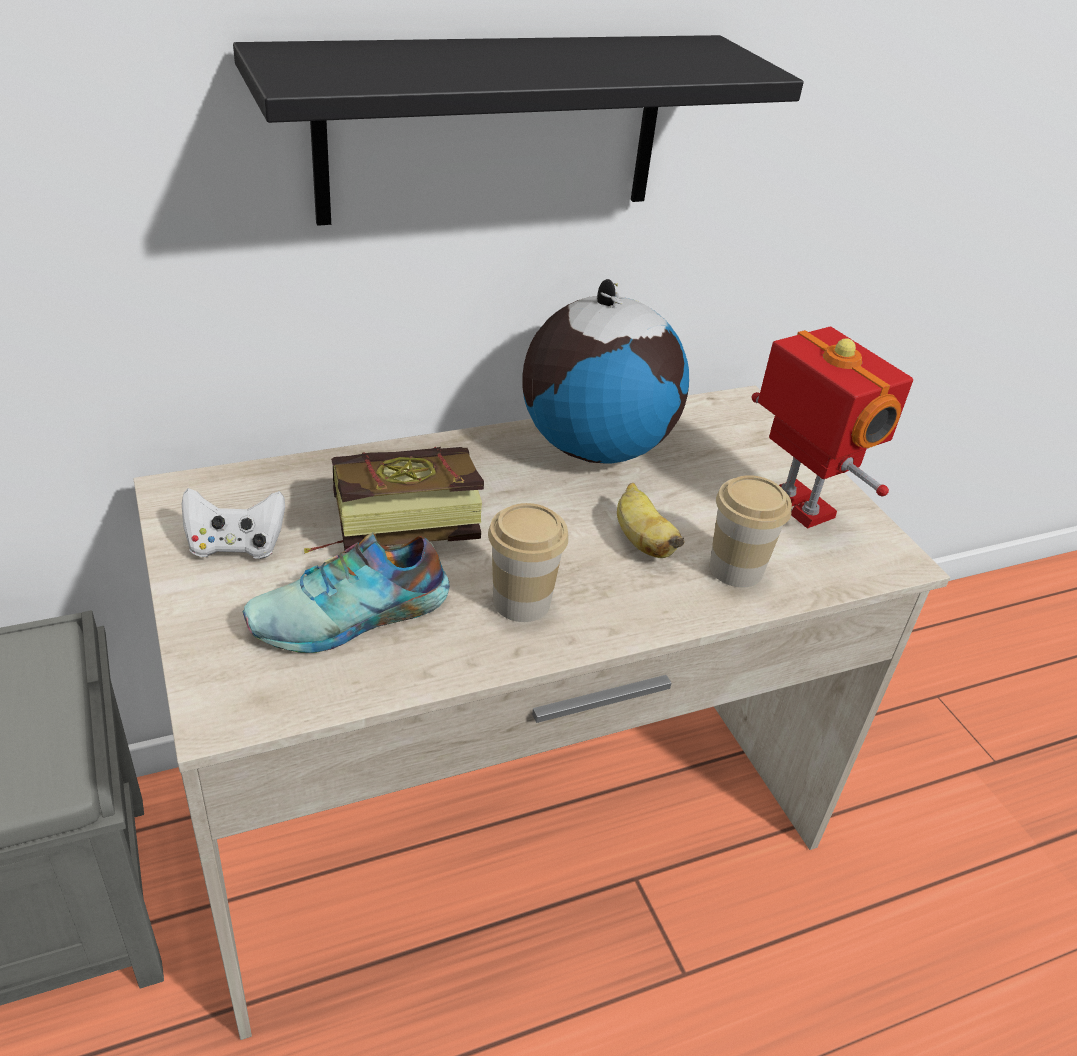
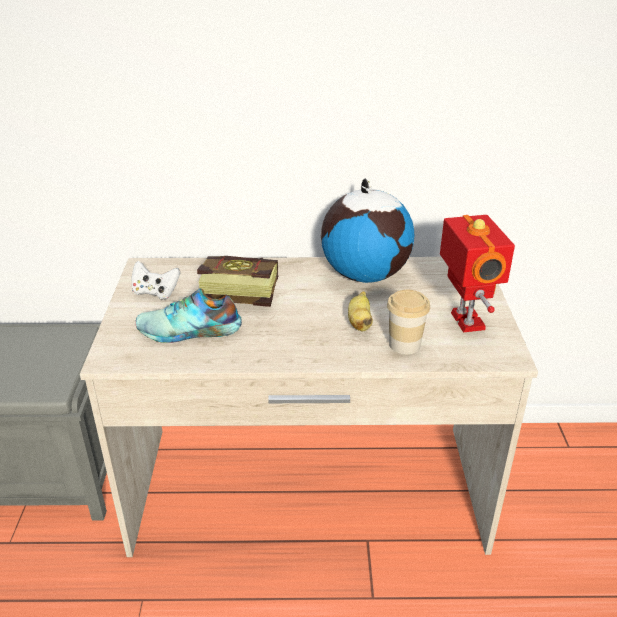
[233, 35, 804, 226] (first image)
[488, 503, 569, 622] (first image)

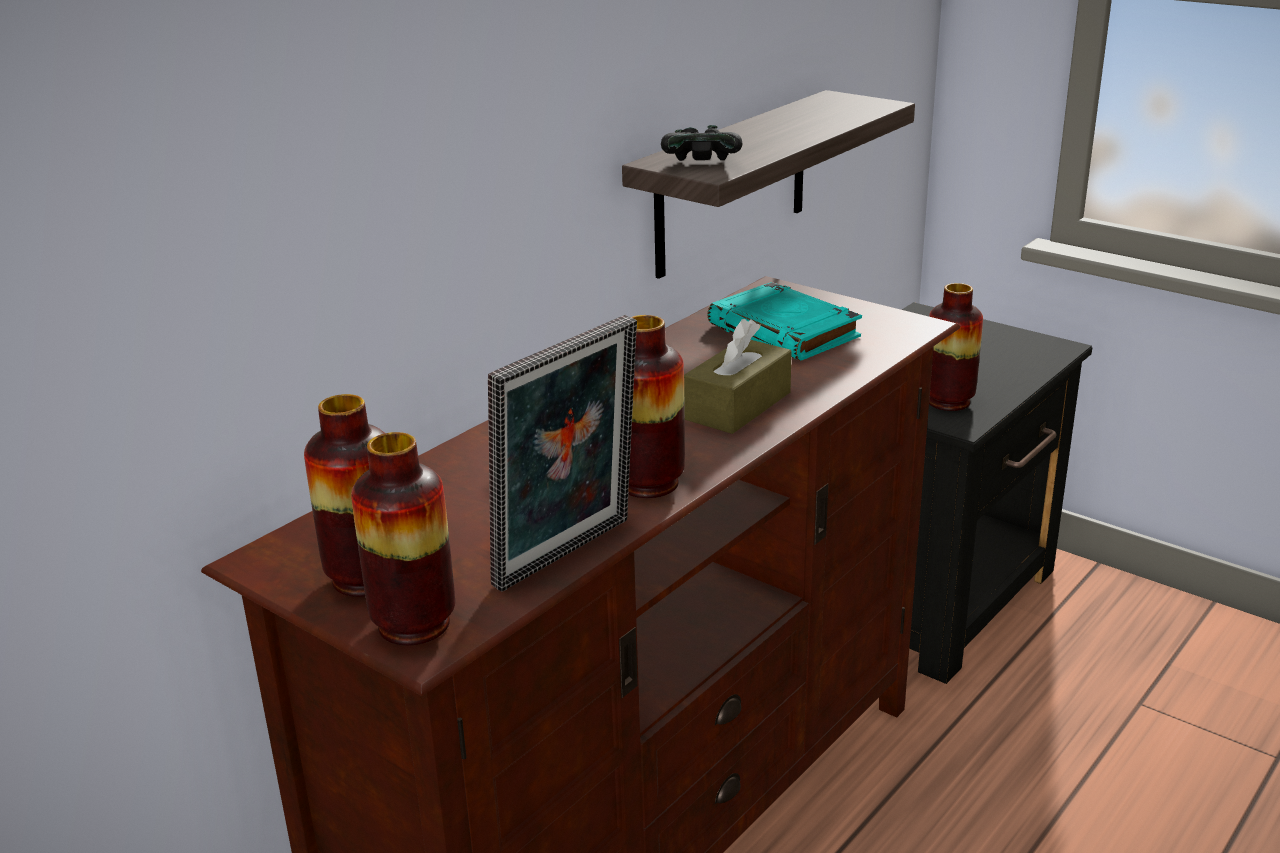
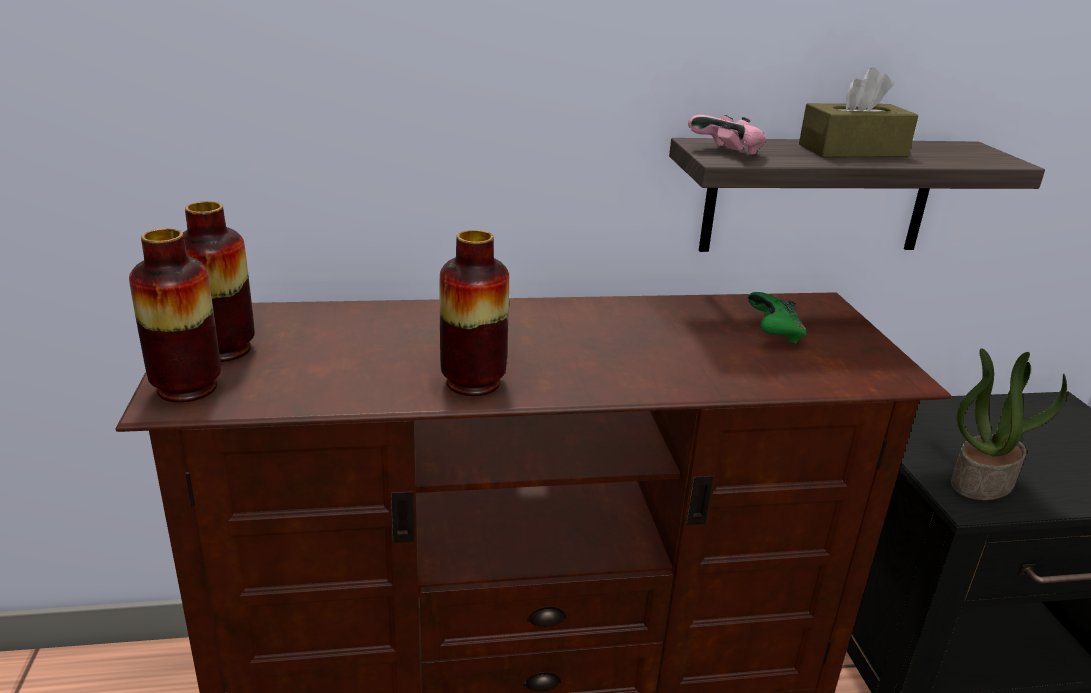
[688, 115, 766, 154]
[748, 292, 806, 344]
[951, 349, 1067, 500]
[488, 315, 637, 592] (first image)
[799, 67, 919, 158]

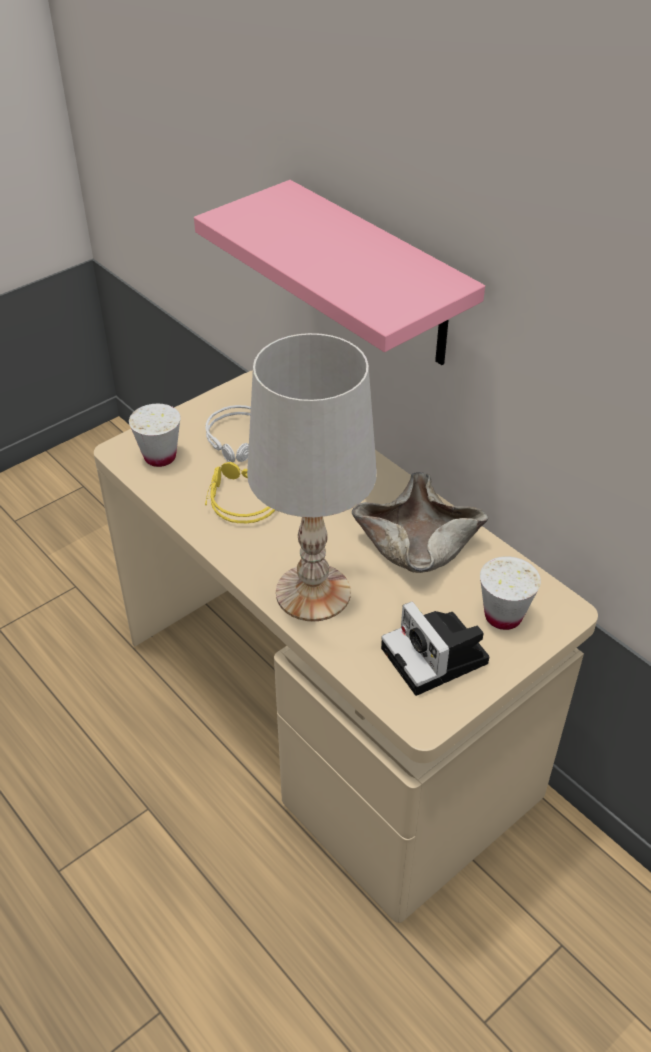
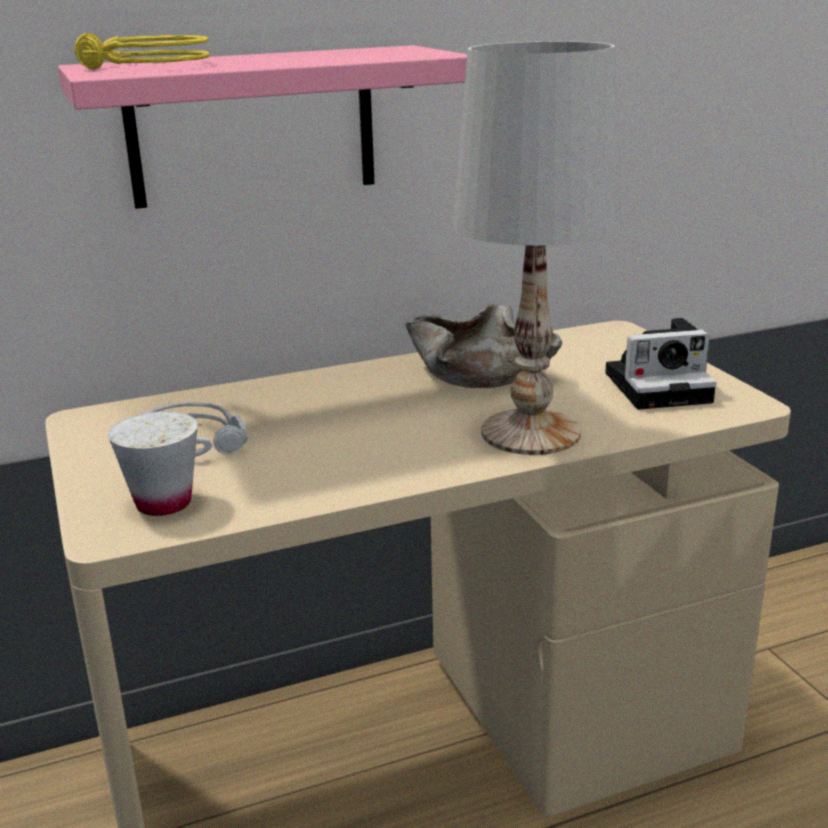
[74, 33, 210, 70]
[480, 556, 541, 630] (first image)

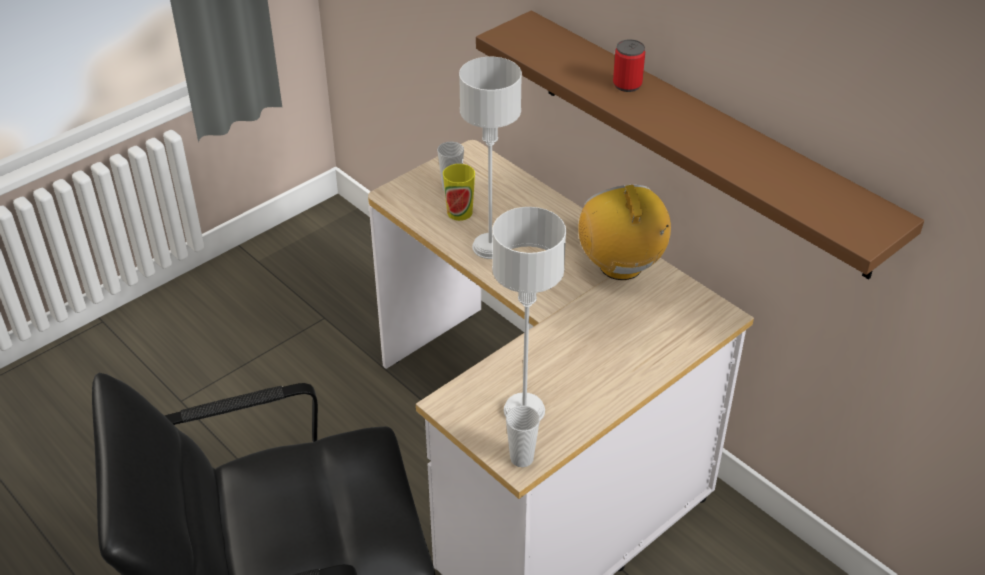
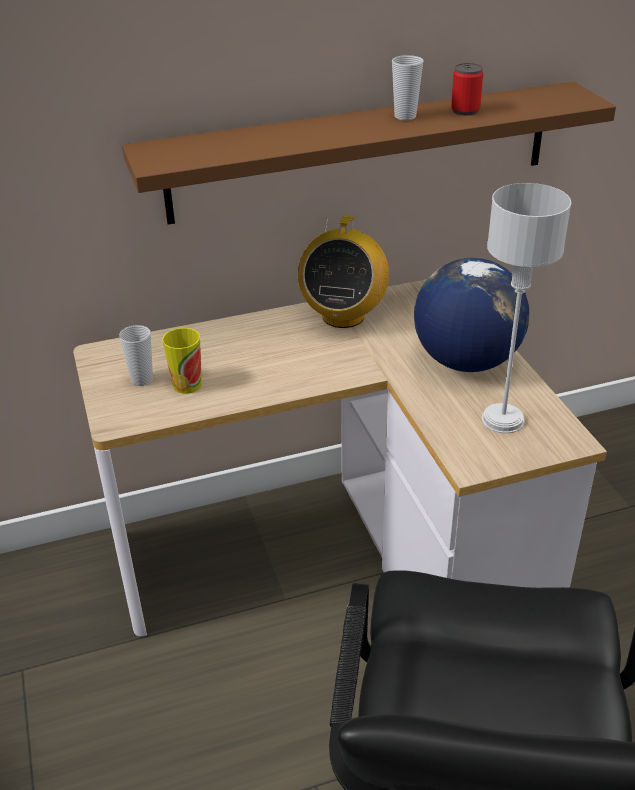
[451, 63, 483, 115]
[459, 57, 522, 259] (first image)
[298, 216, 389, 328]
[392, 55, 423, 120]
[414, 258, 529, 372]

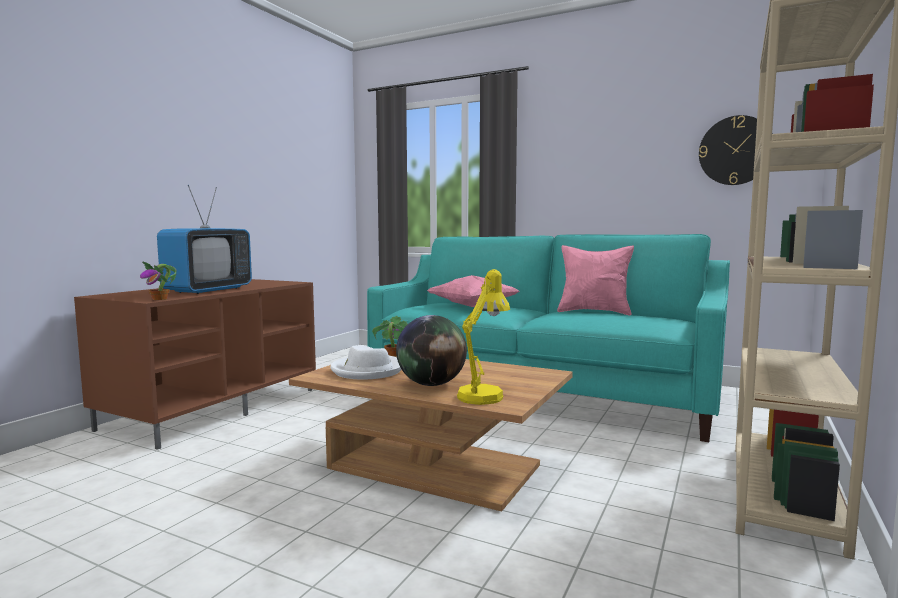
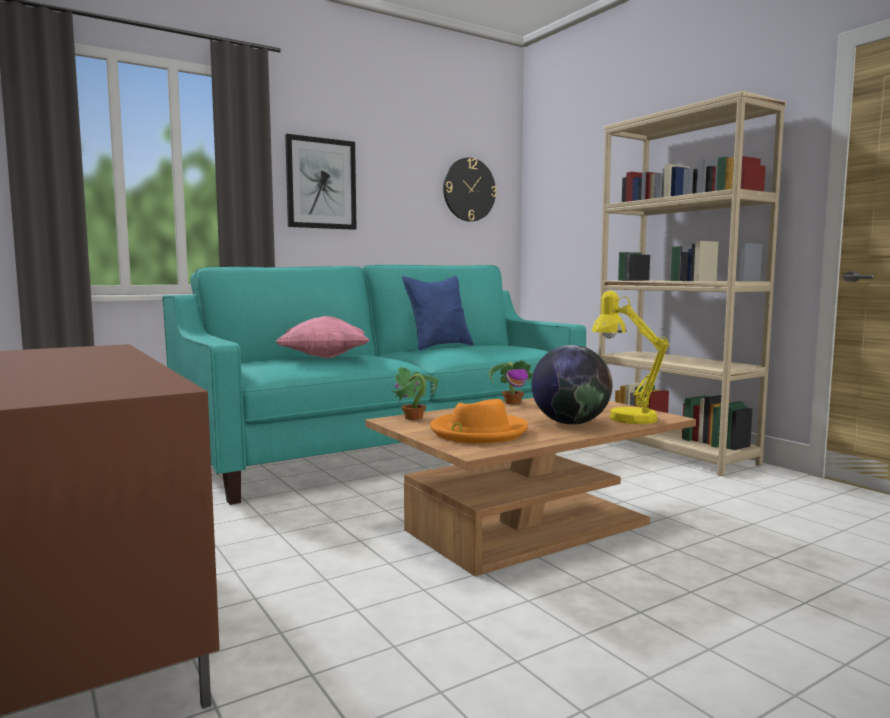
[157, 185, 252, 294] (first image)
[402, 276, 474, 351]
[489, 360, 533, 405]
[430, 399, 528, 444]
[285, 134, 357, 230]

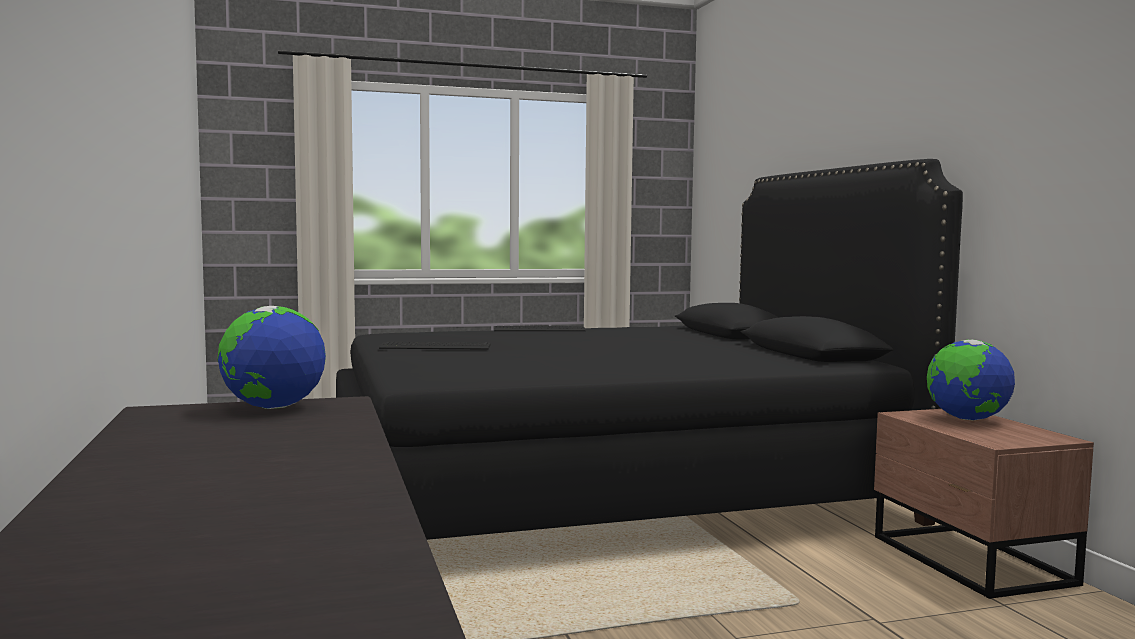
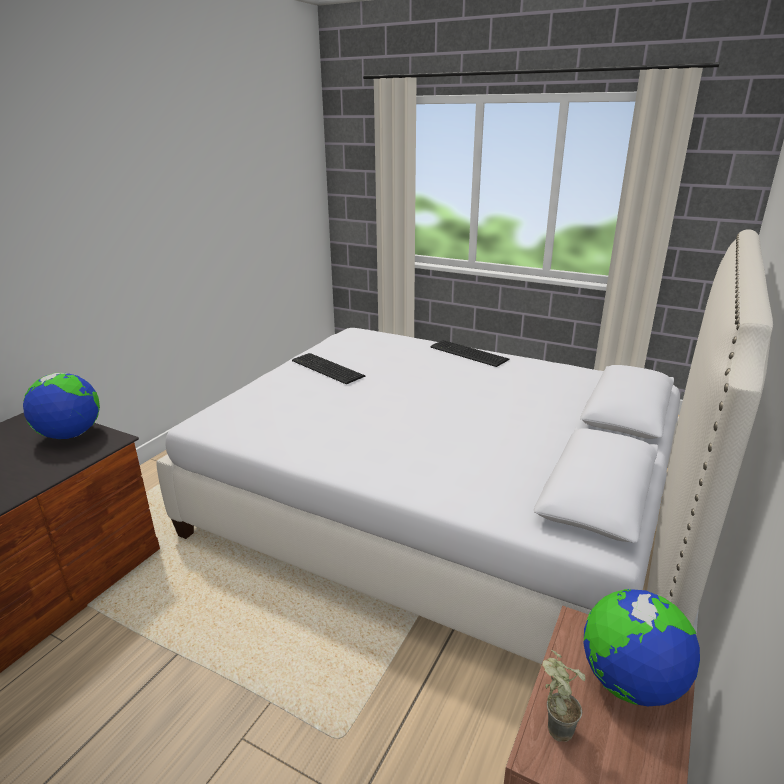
[156, 229, 773, 664]
[542, 649, 586, 742]

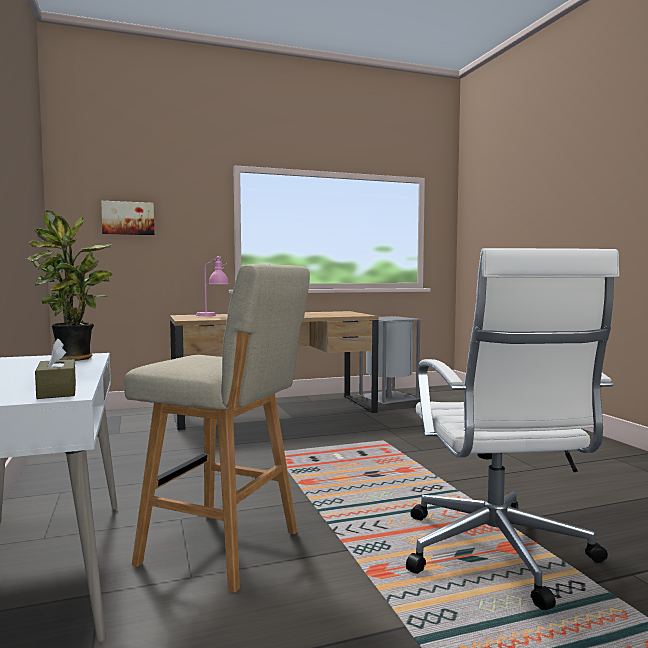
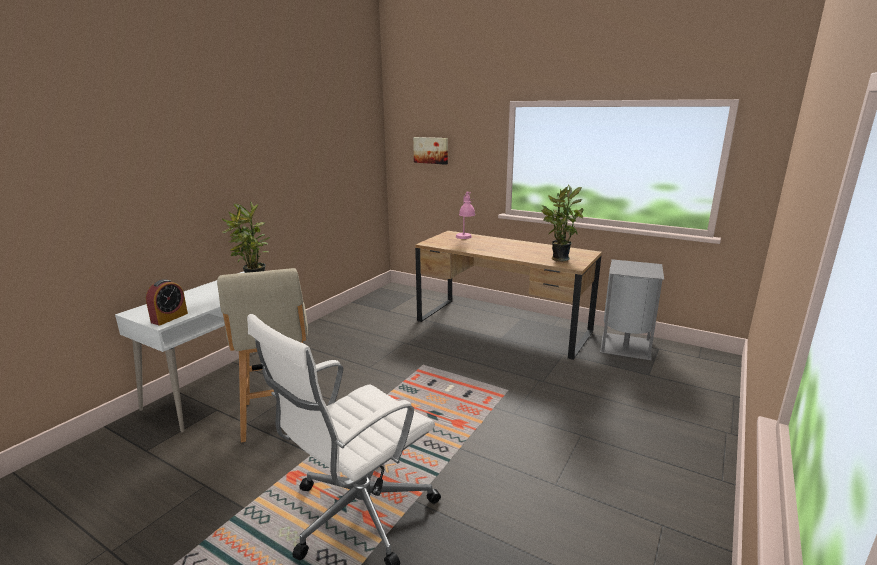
[146, 279, 188, 325]
[541, 185, 584, 261]

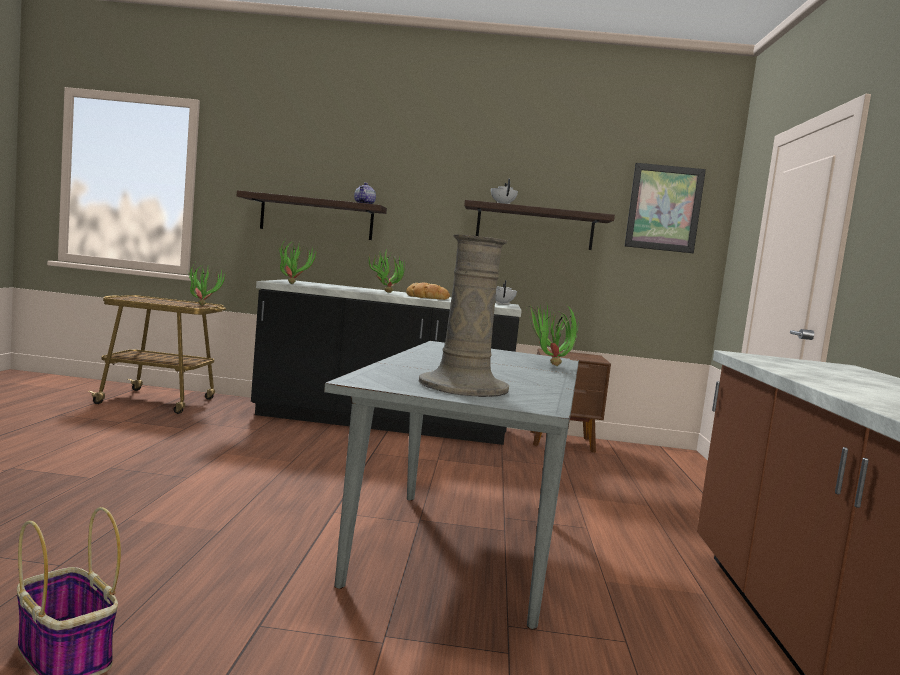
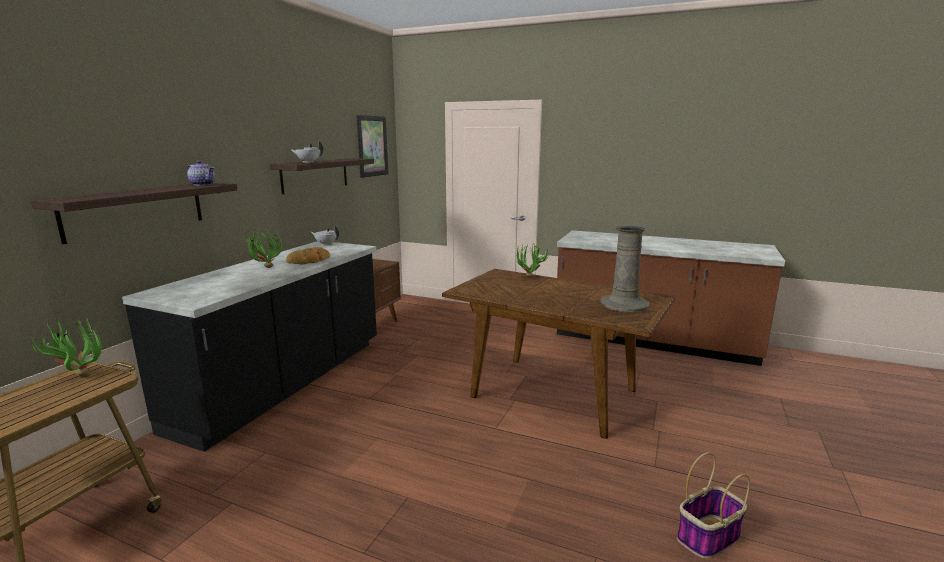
[278, 240, 318, 284] (first image)
[442, 269, 675, 439]

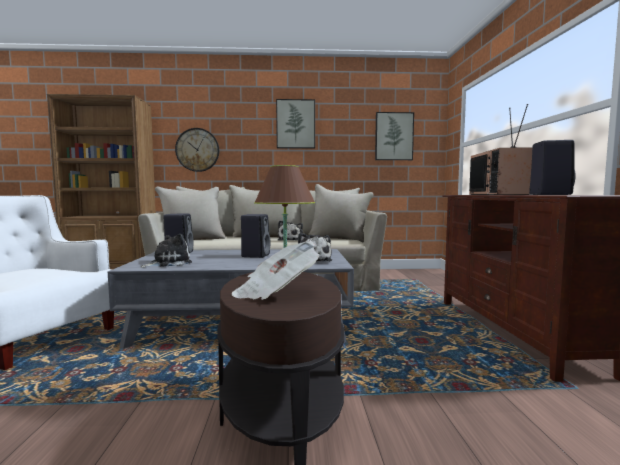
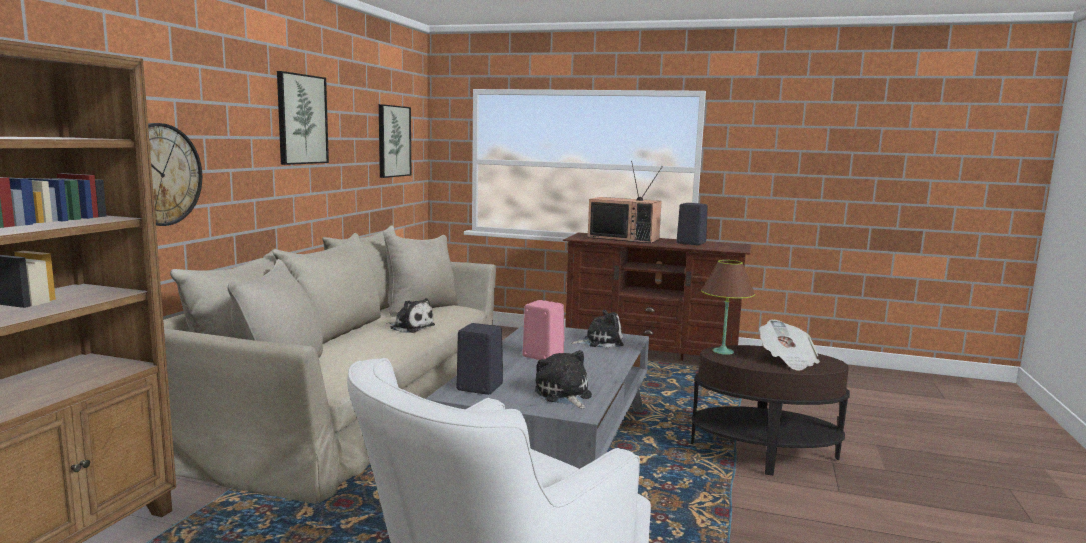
[522, 300, 565, 360]

